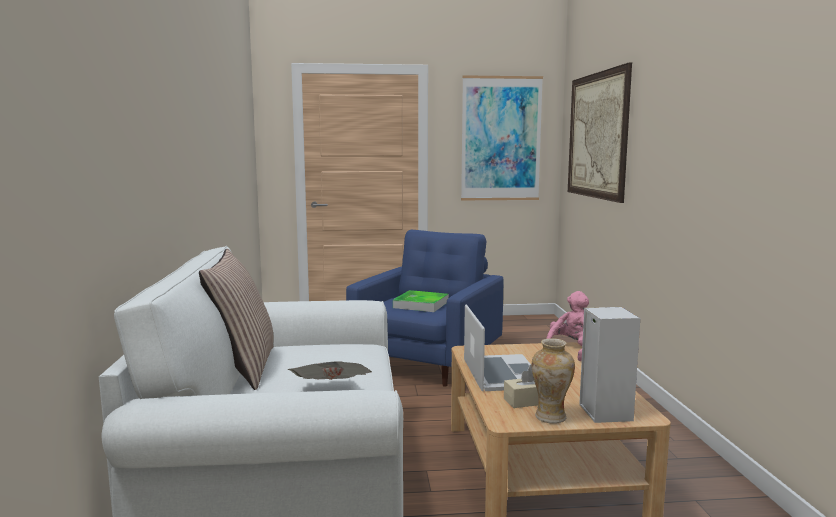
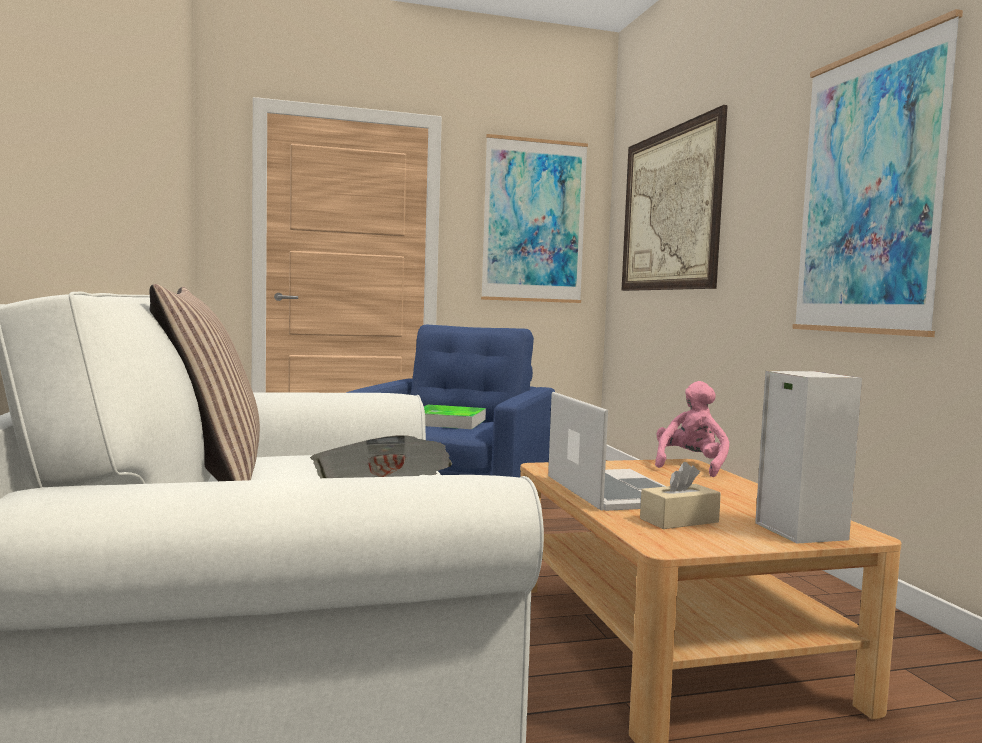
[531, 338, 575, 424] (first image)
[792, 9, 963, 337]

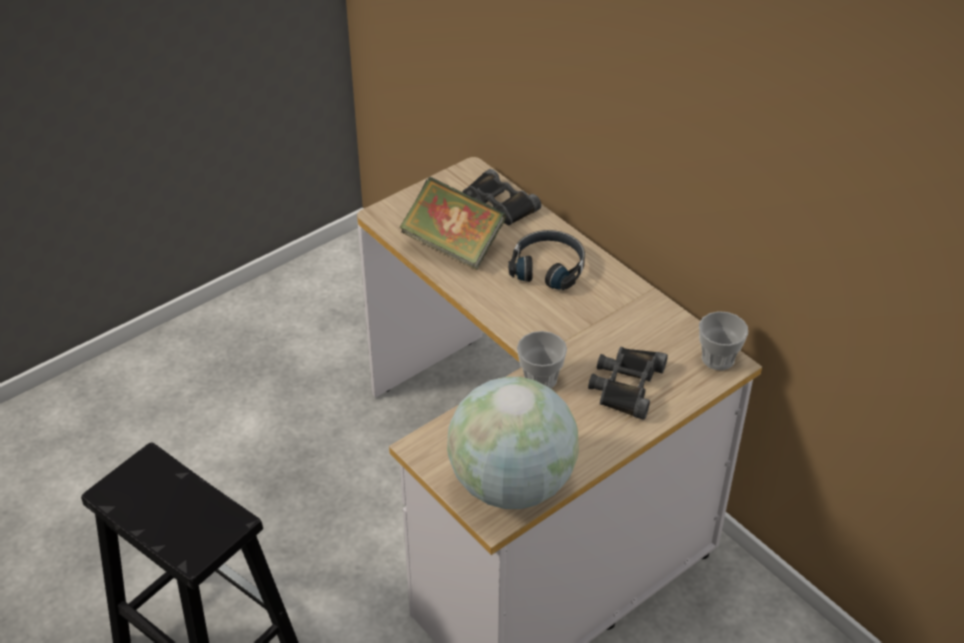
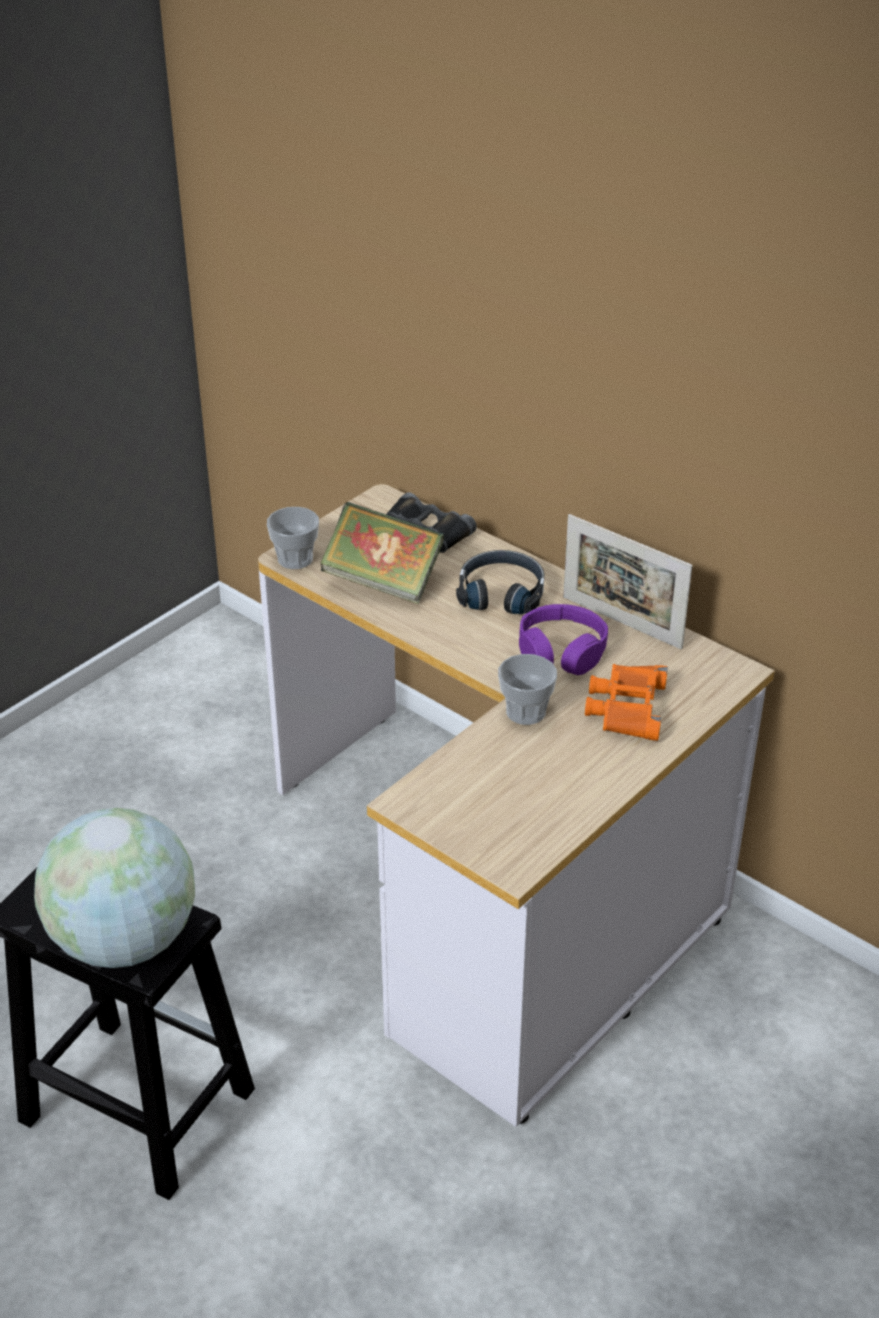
[267, 507, 319, 569]
[585, 664, 668, 741]
[34, 808, 195, 968]
[563, 514, 692, 649]
[519, 604, 608, 675]

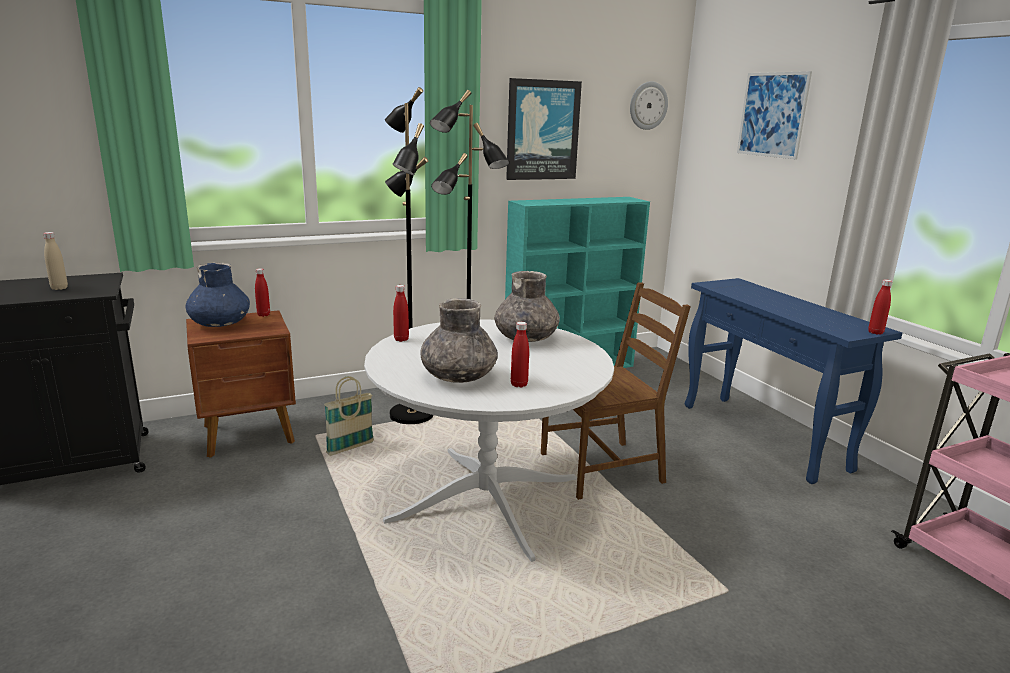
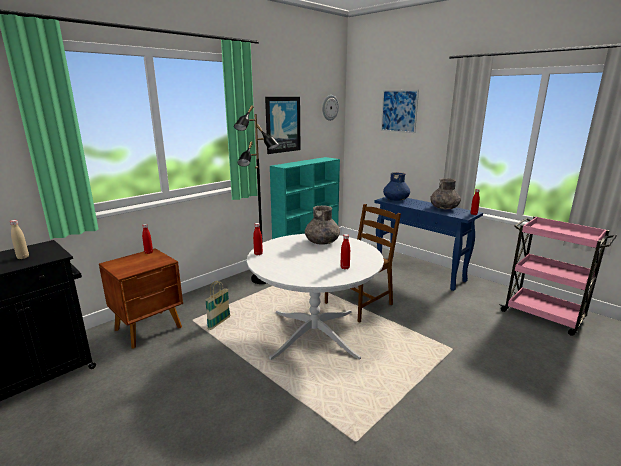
[385, 87, 434, 424] (first image)
[383, 172, 410, 201]
[430, 178, 461, 209]

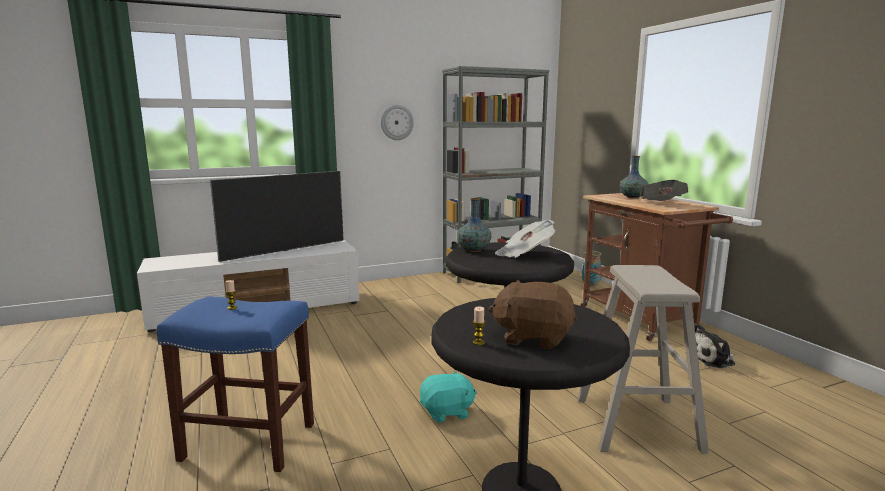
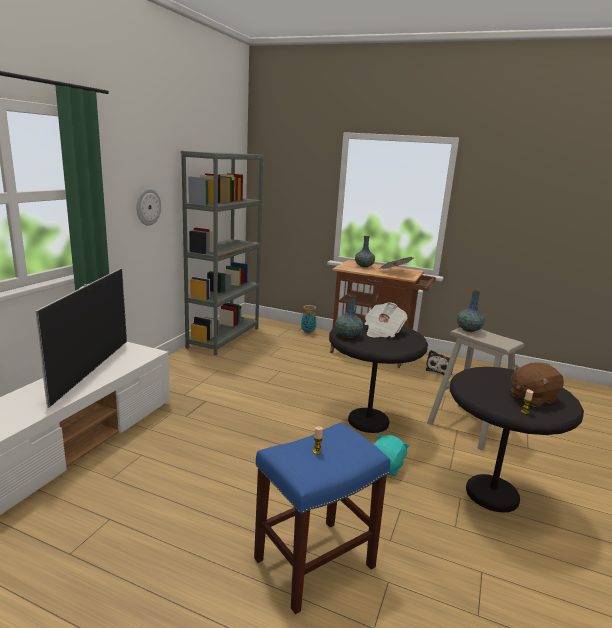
[457, 290, 485, 332]

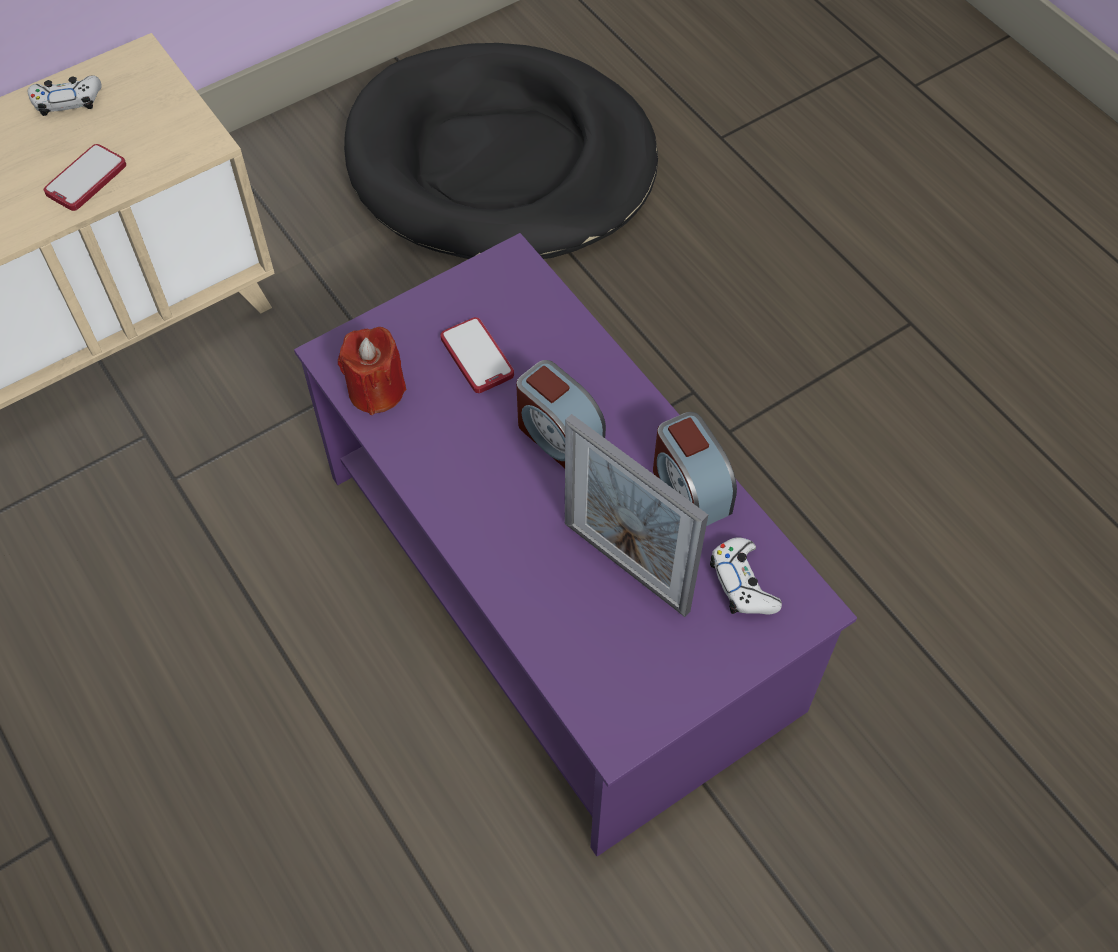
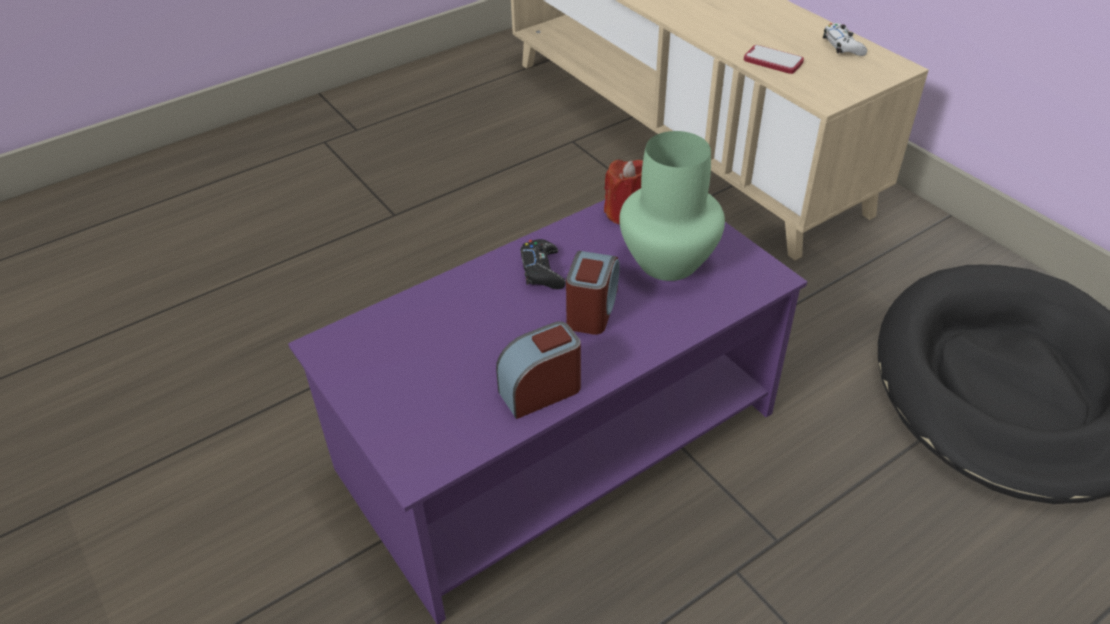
[619, 131, 725, 281]
[566, 251, 620, 335]
[565, 414, 708, 617] (first image)
[710, 538, 782, 615] (first image)
[520, 239, 566, 289]

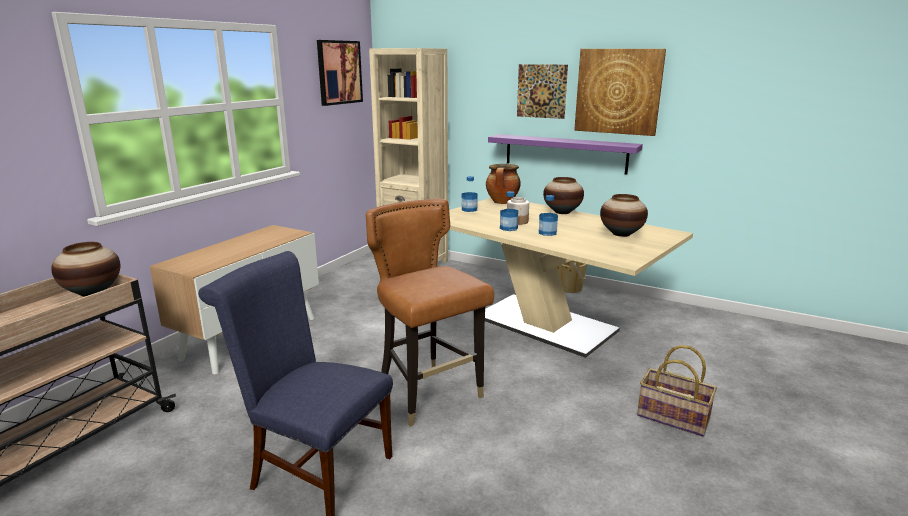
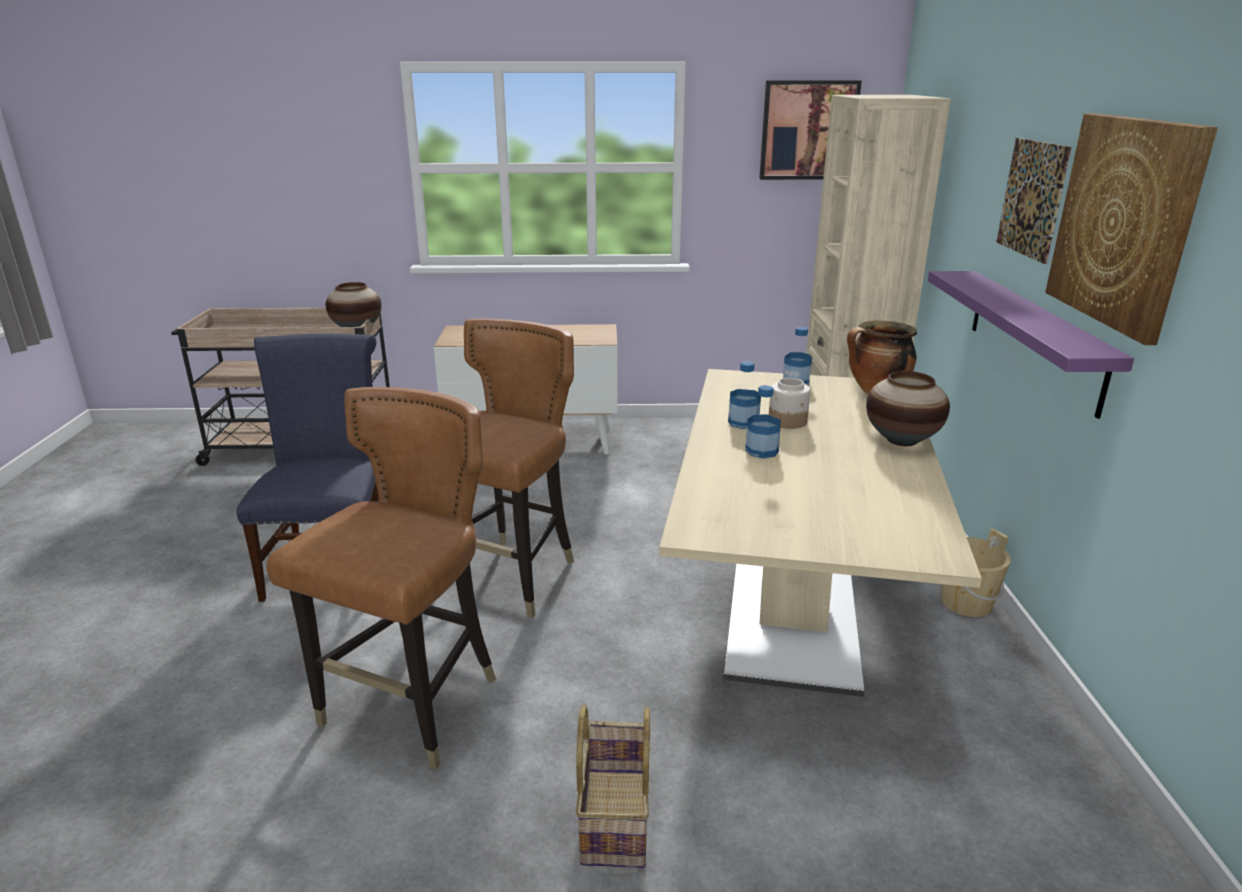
[600, 194, 648, 237] (first image)
[266, 387, 496, 770]

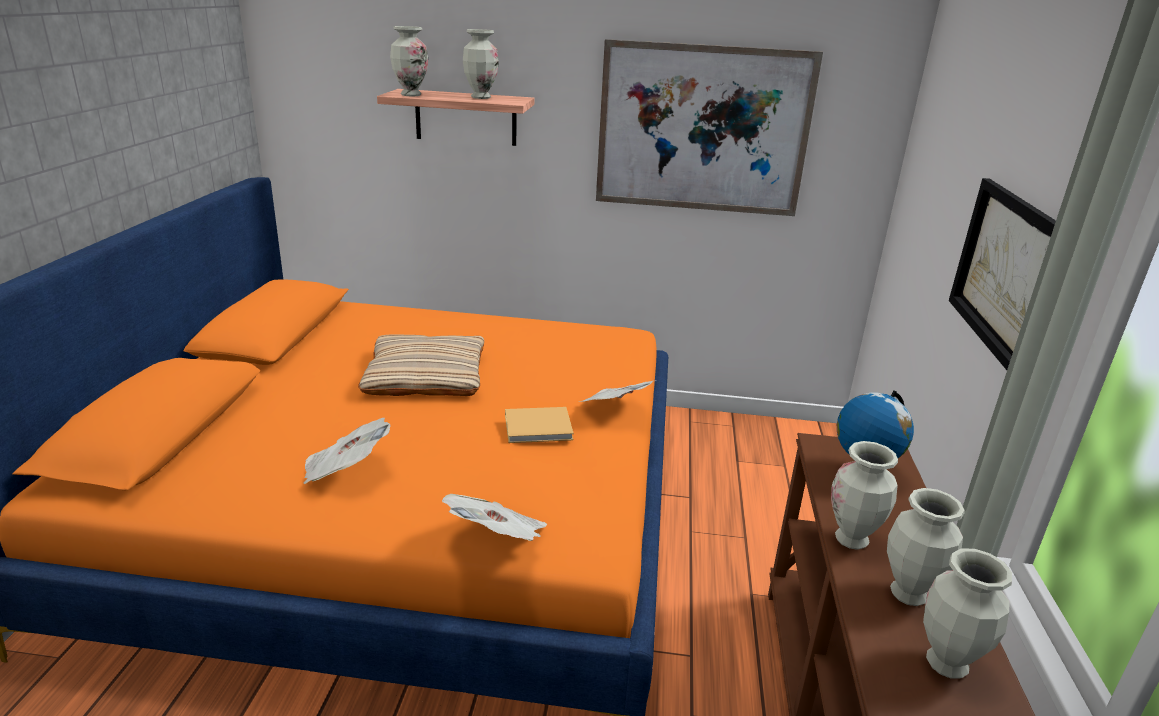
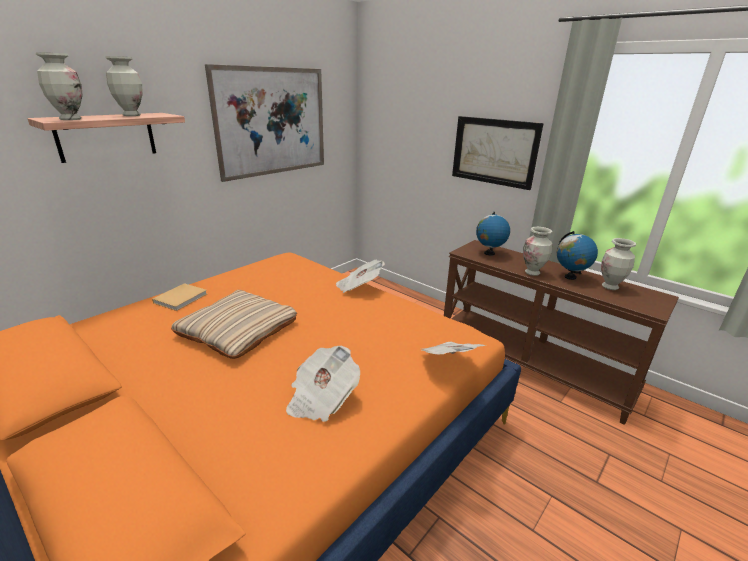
[152, 283, 207, 311]
[557, 231, 598, 280]

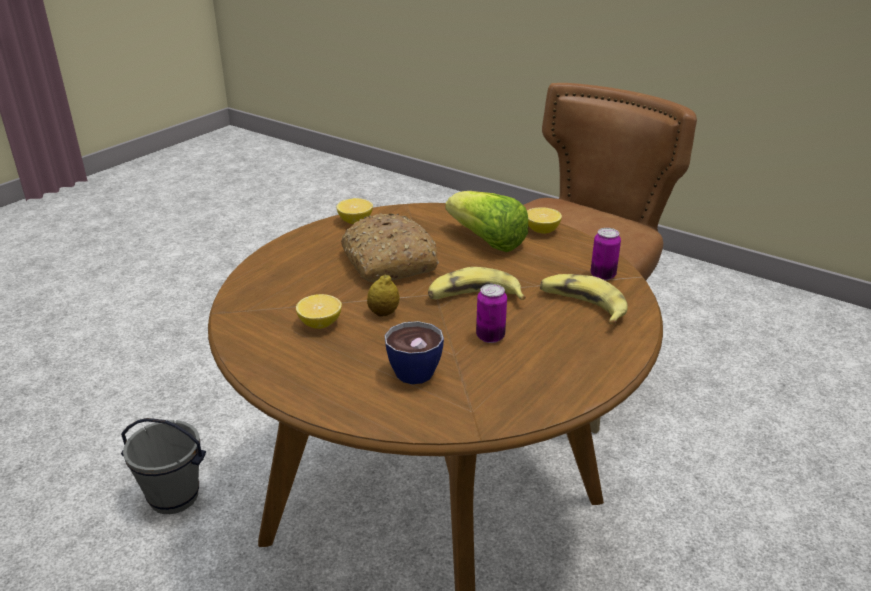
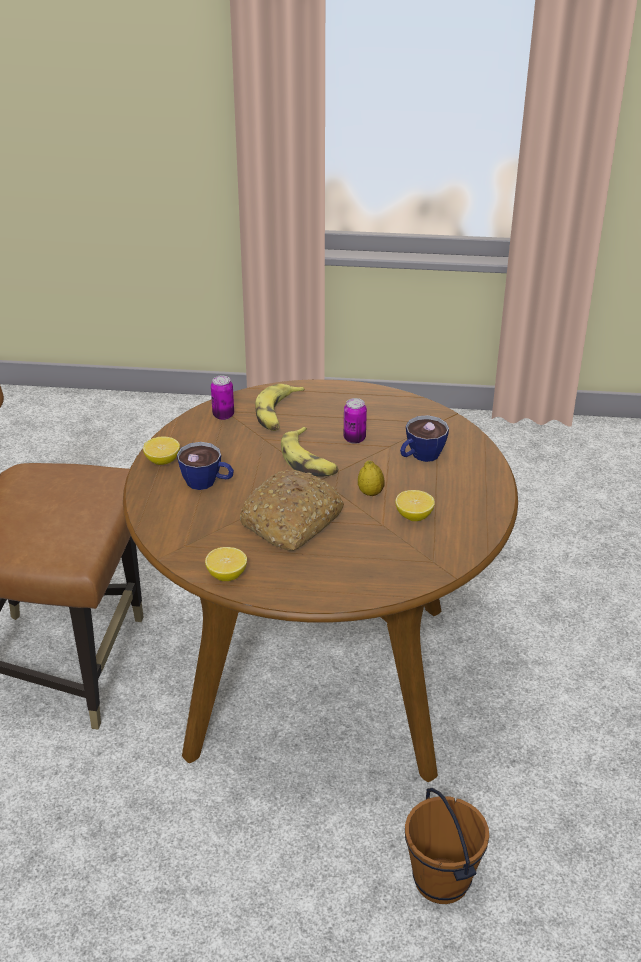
[177, 442, 234, 490]
[405, 788, 489, 904]

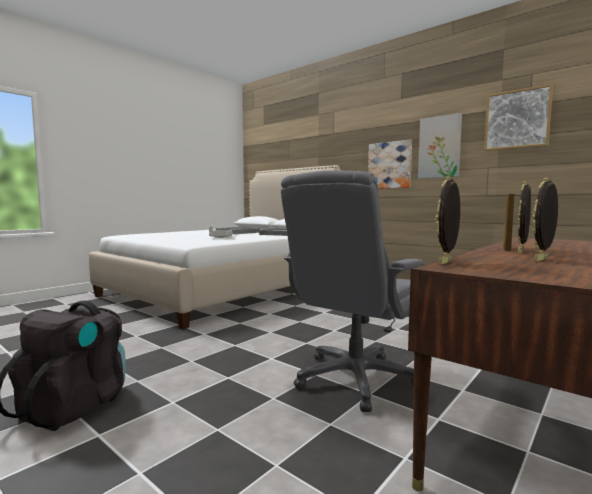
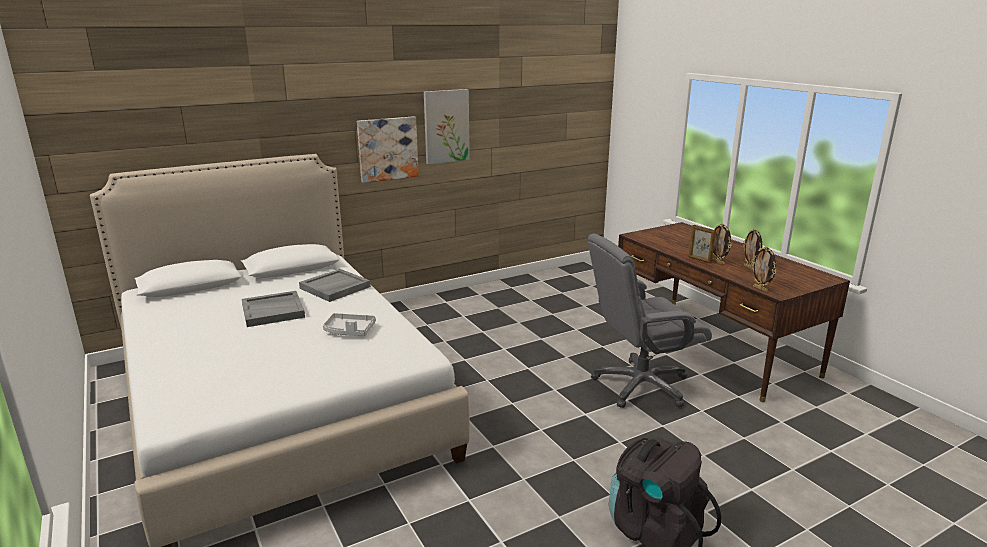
[484, 84, 553, 151] (first image)
[588, 234, 712, 408]

